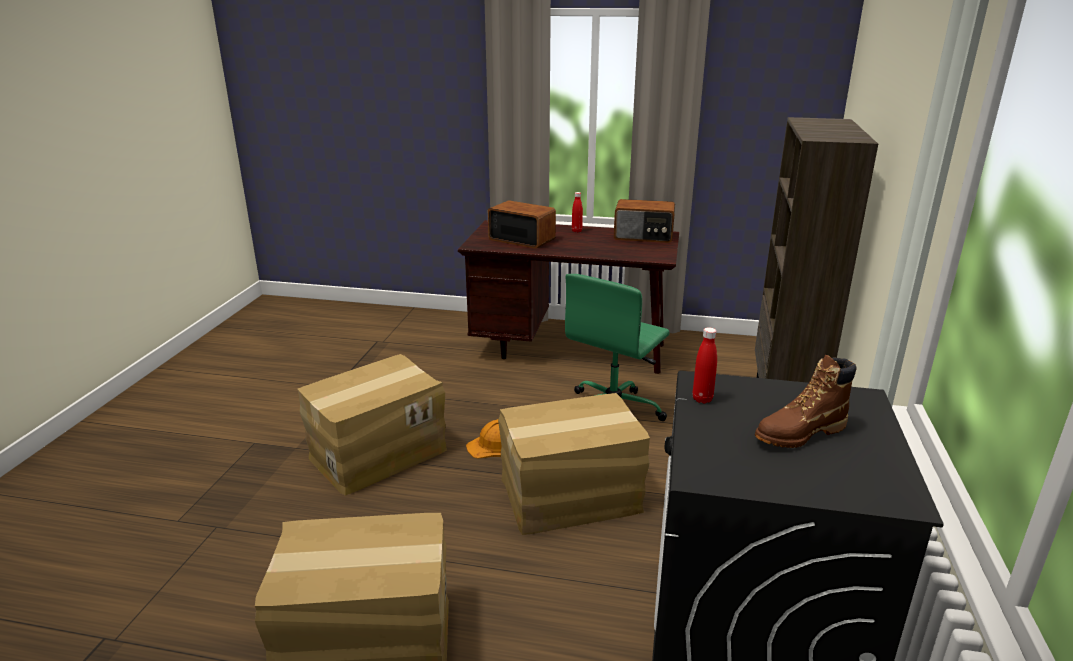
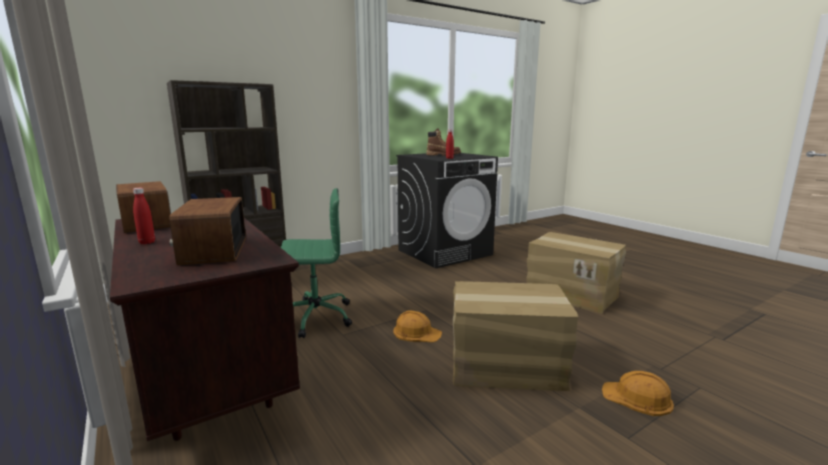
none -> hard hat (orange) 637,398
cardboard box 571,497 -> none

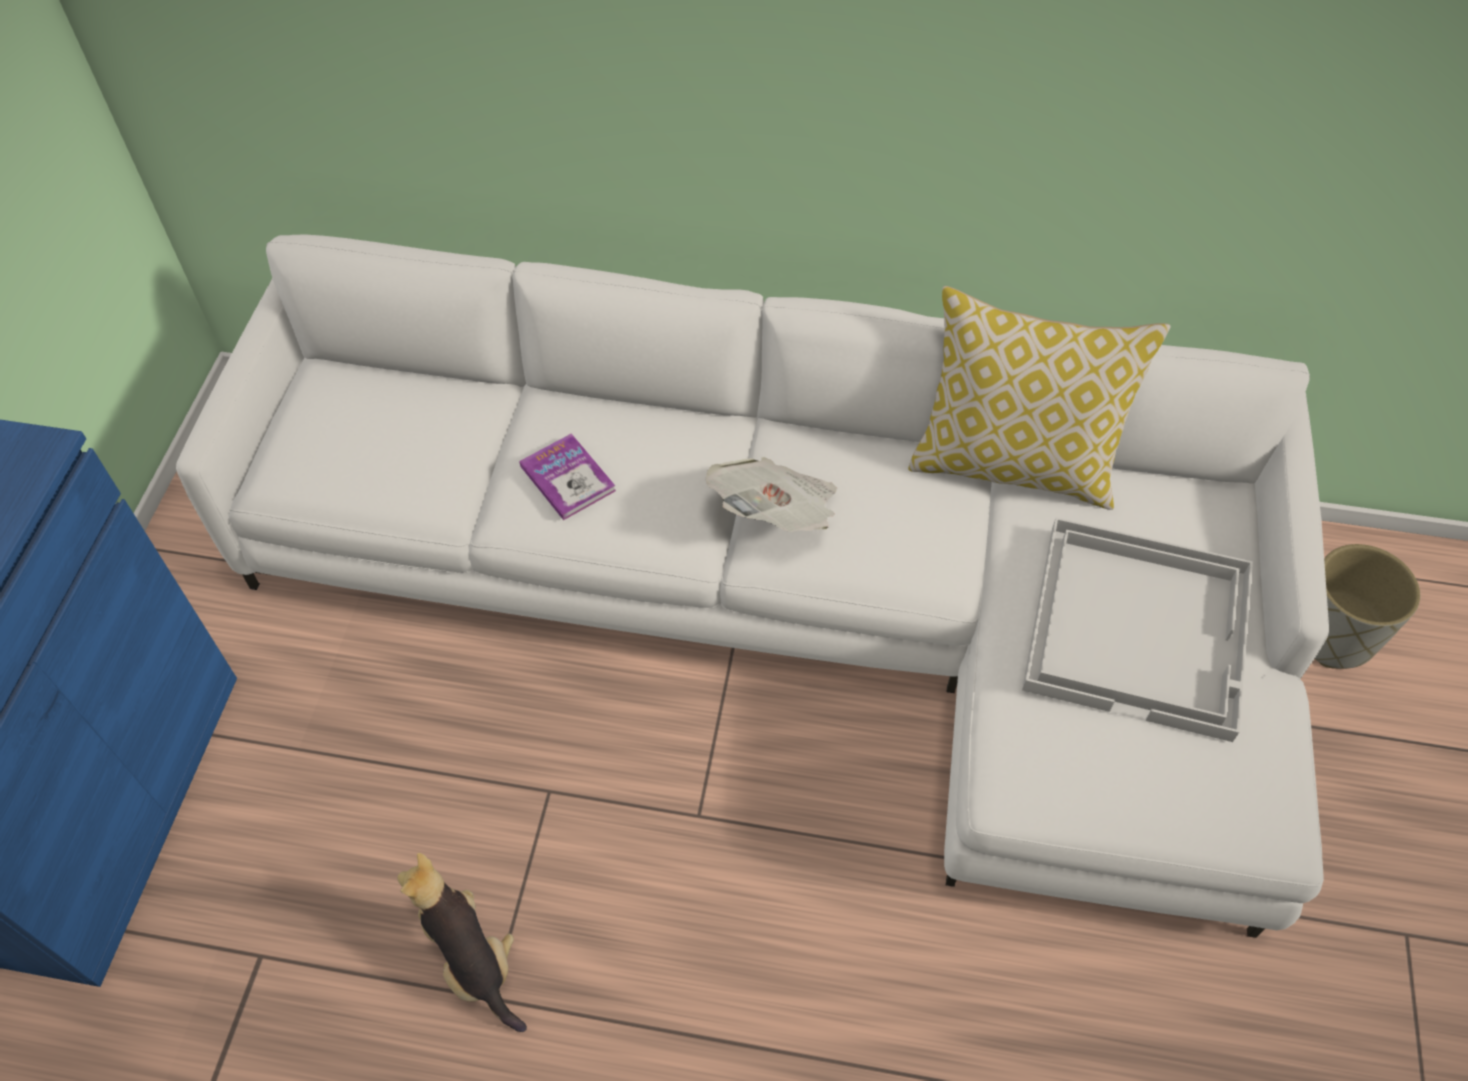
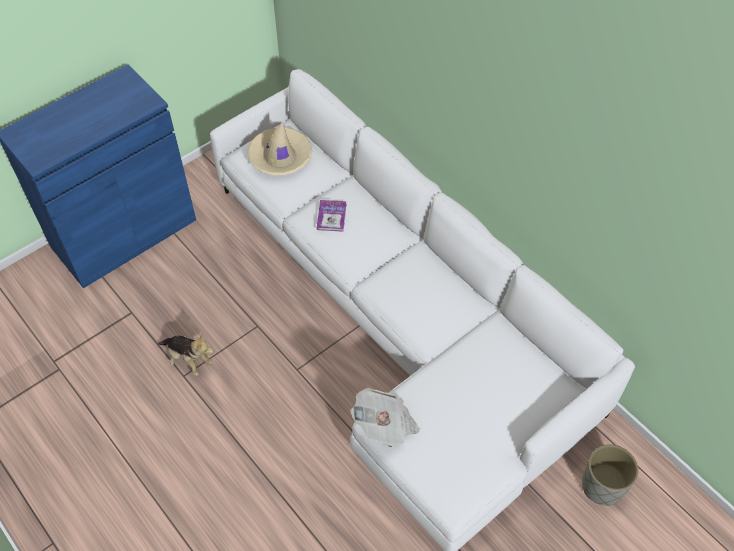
plush toy 472,958 -> plush toy 188,359, 120 degrees clockwise
none -> hat (beige) 280,157
newspaper 776,514 -> newspaper 385,425, relocated
pillow 1014,464 -> none
tray (white) 1140,628 -> none

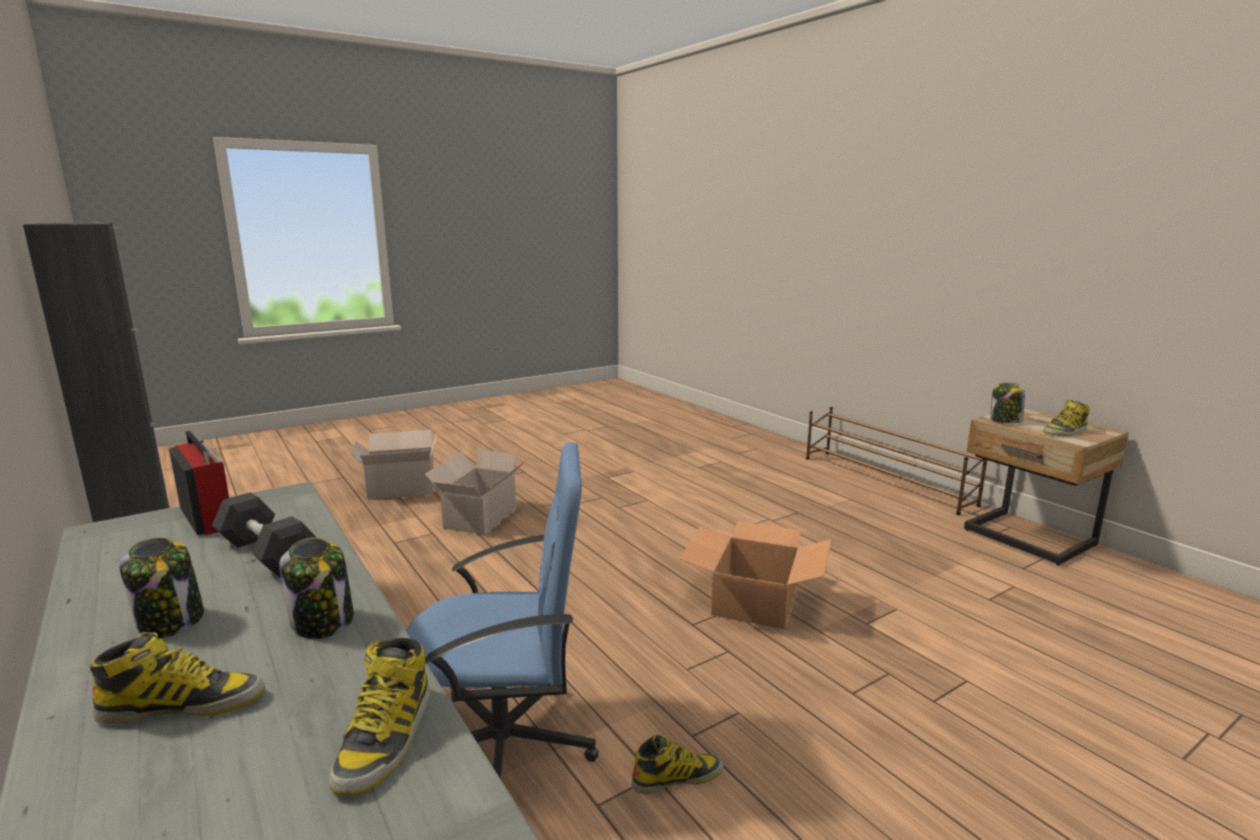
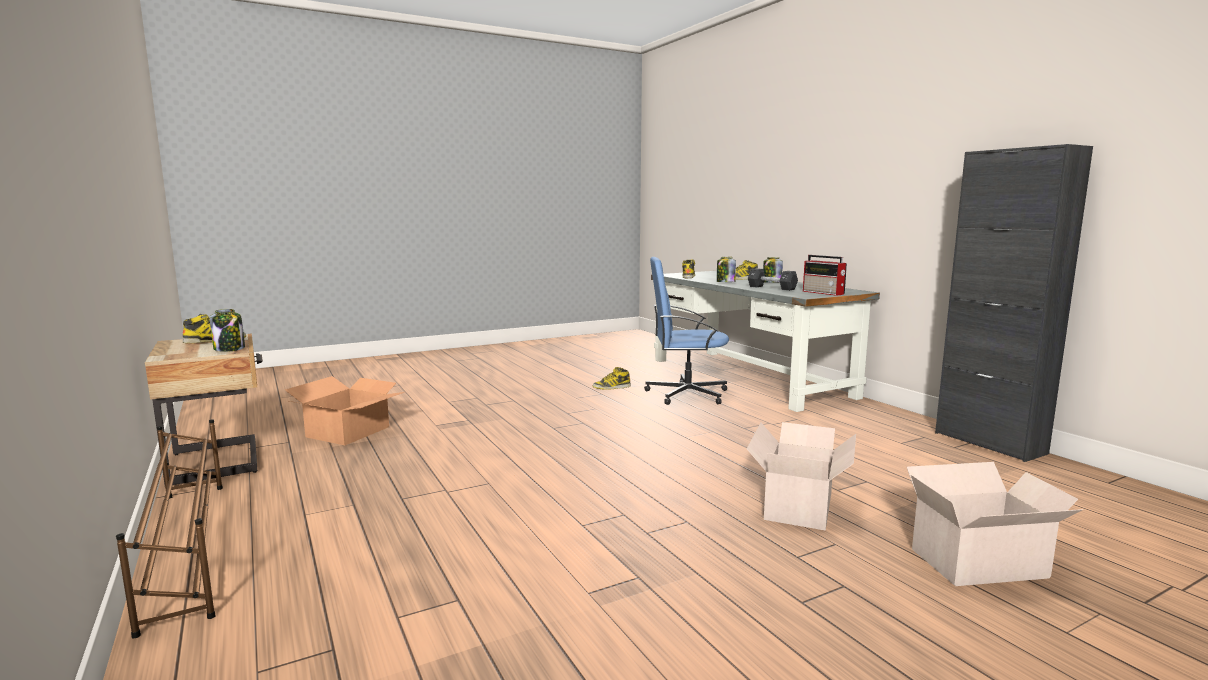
cardboard box 753,601 -> cardboard box 349,432, relocated

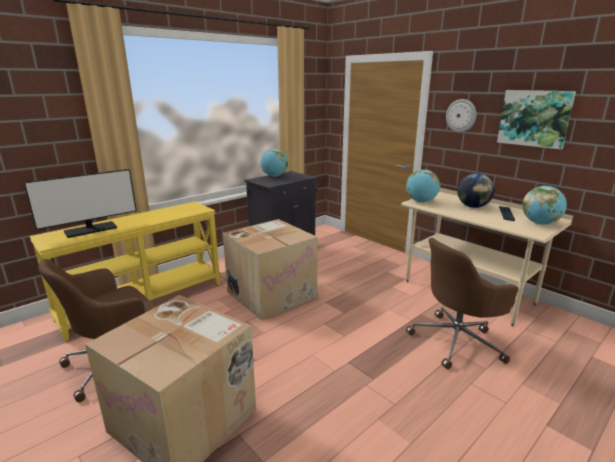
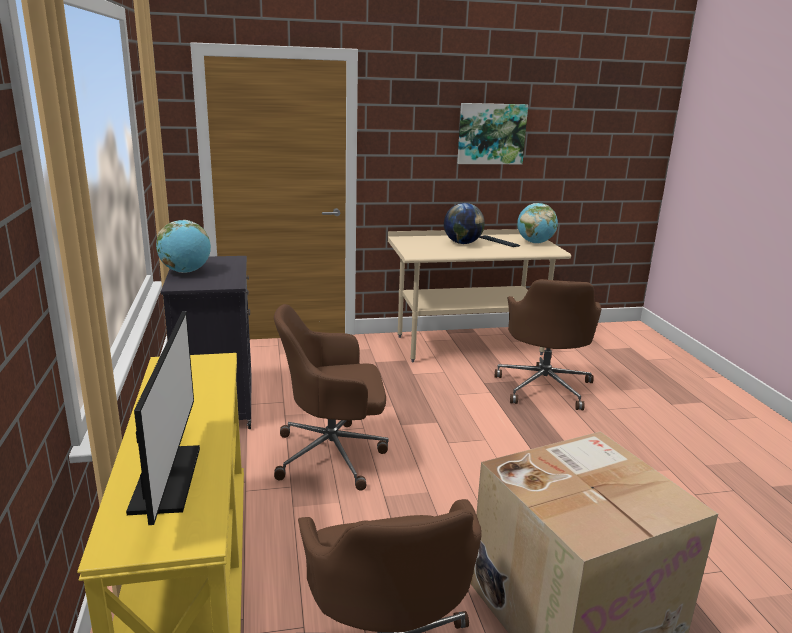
cardboard box 272,294 -> office chair (brown) 333,454
globe 421,202 -> none
wall clock 461,115 -> none

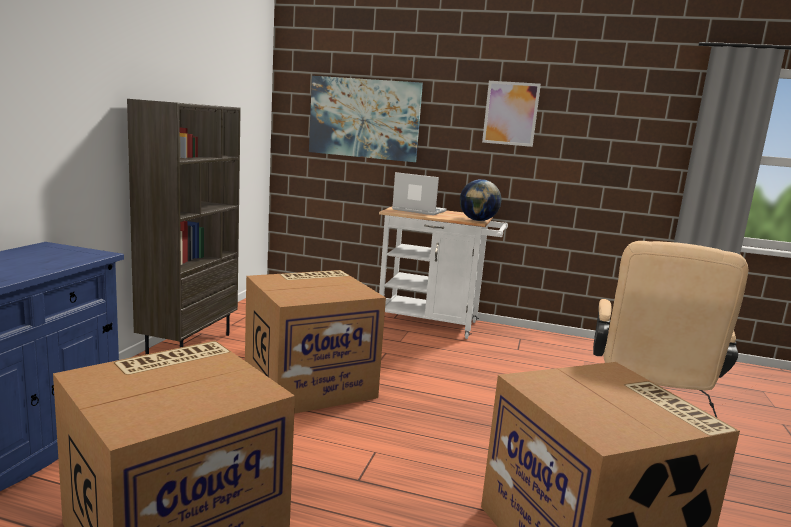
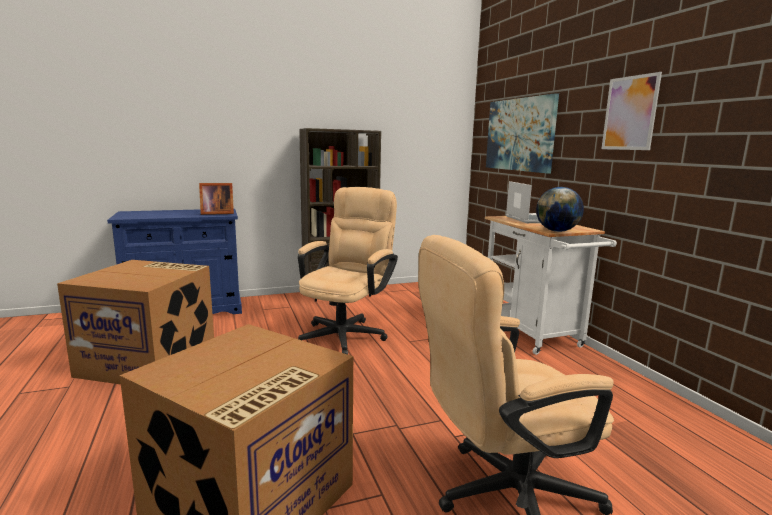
none -> picture frame 216,213
cardboard box 310,383 -> office chair (beige) 346,334

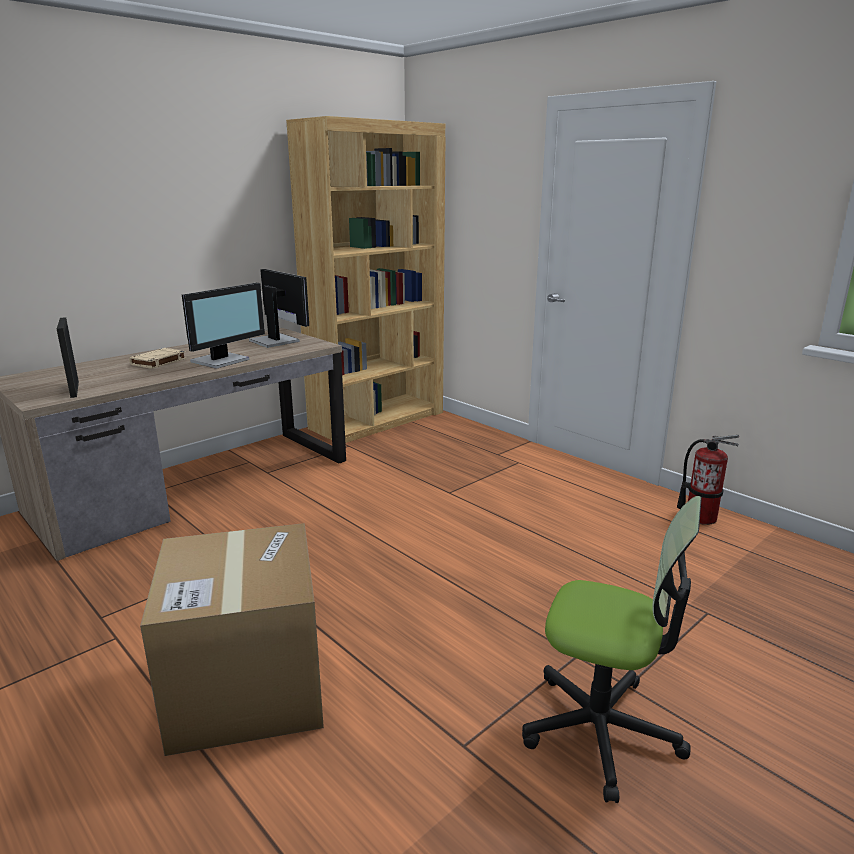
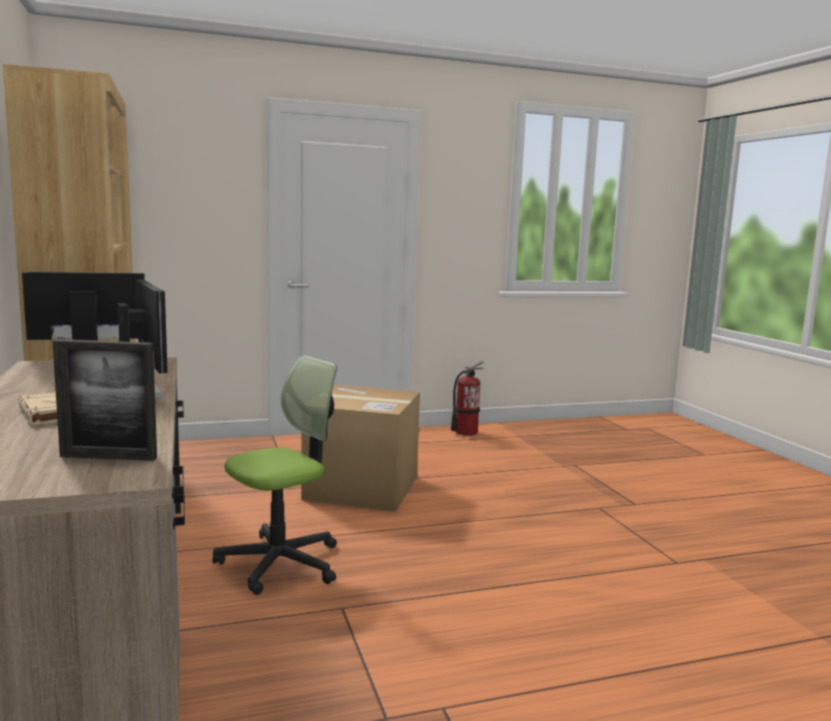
office chair 601,730 -> office chair 280,563, relocated
cardboard box 247,687 -> cardboard box 361,488, relocated

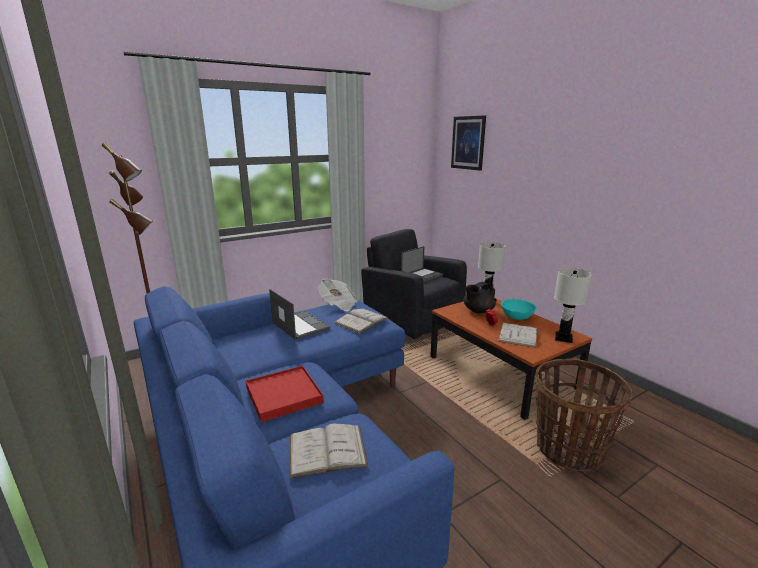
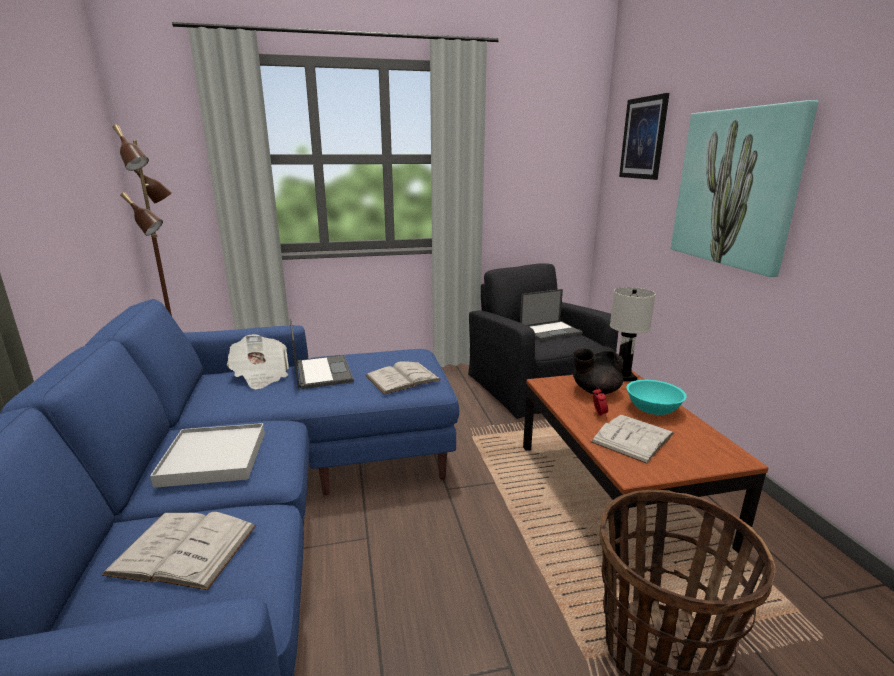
tray (red) 283,395 -> tray (white) 213,458
newspaper 338,304 -> newspaper 260,376, relocated
none -> picture 736,188
table lamp (white) 563,338 -> none

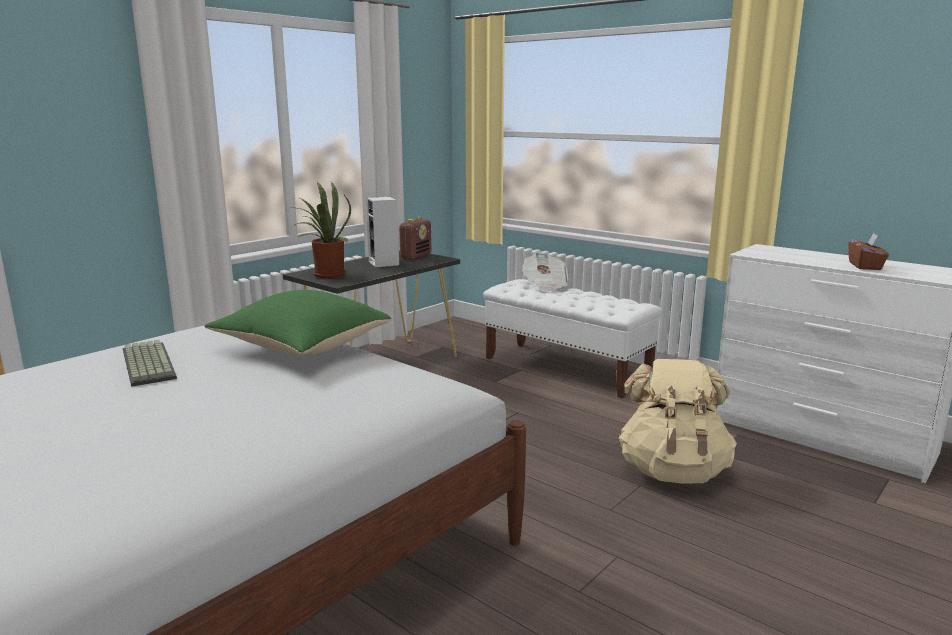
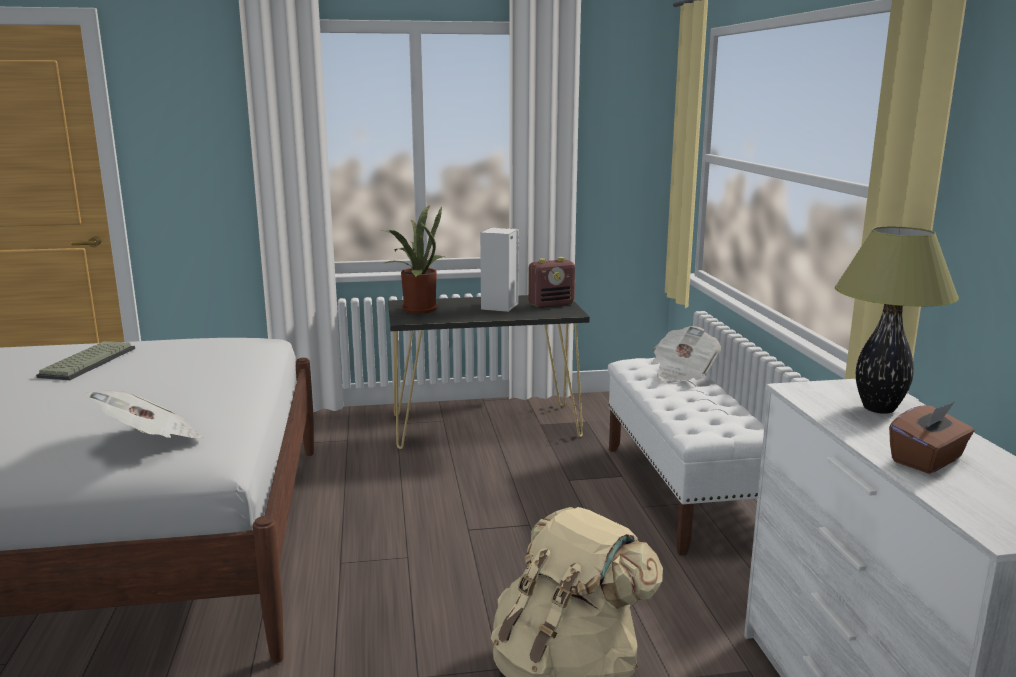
none -> newspaper 151,440
none -> table lamp 878,408
pillow (green) 300,349 -> none

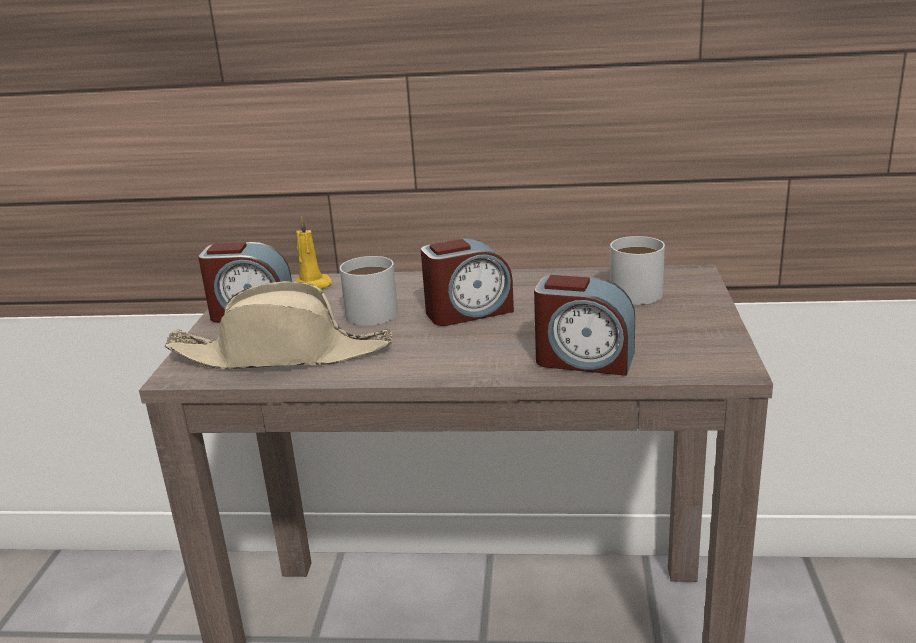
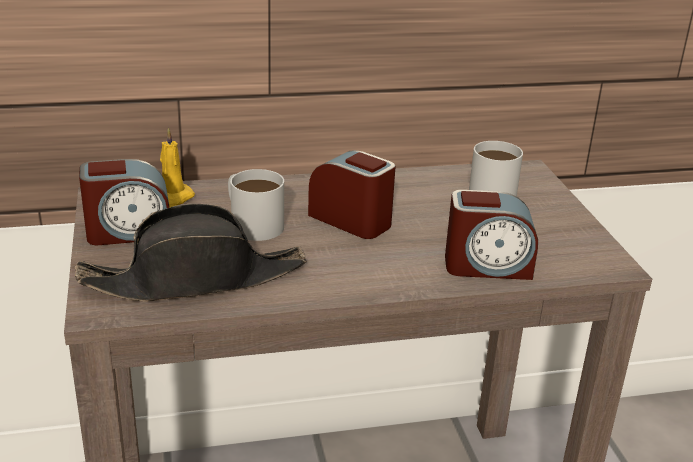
hat (beige) 283,354 -> hat (black) 195,279
alarm clock 468,312 -> alarm clock 351,220, 105 degrees counterclockwise

